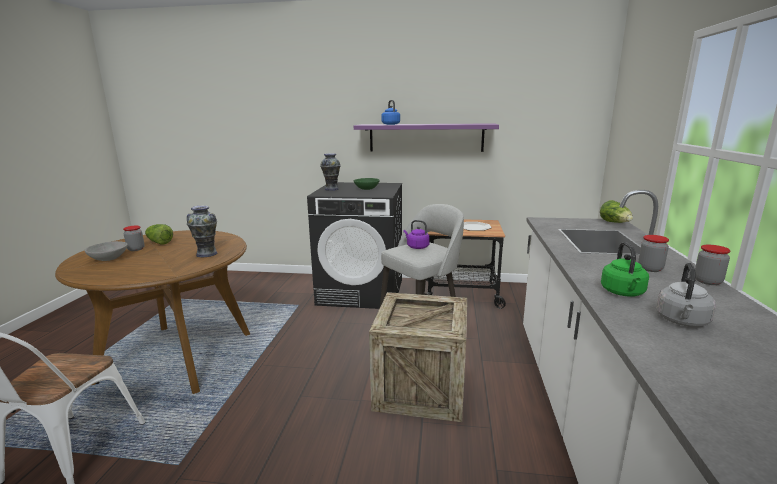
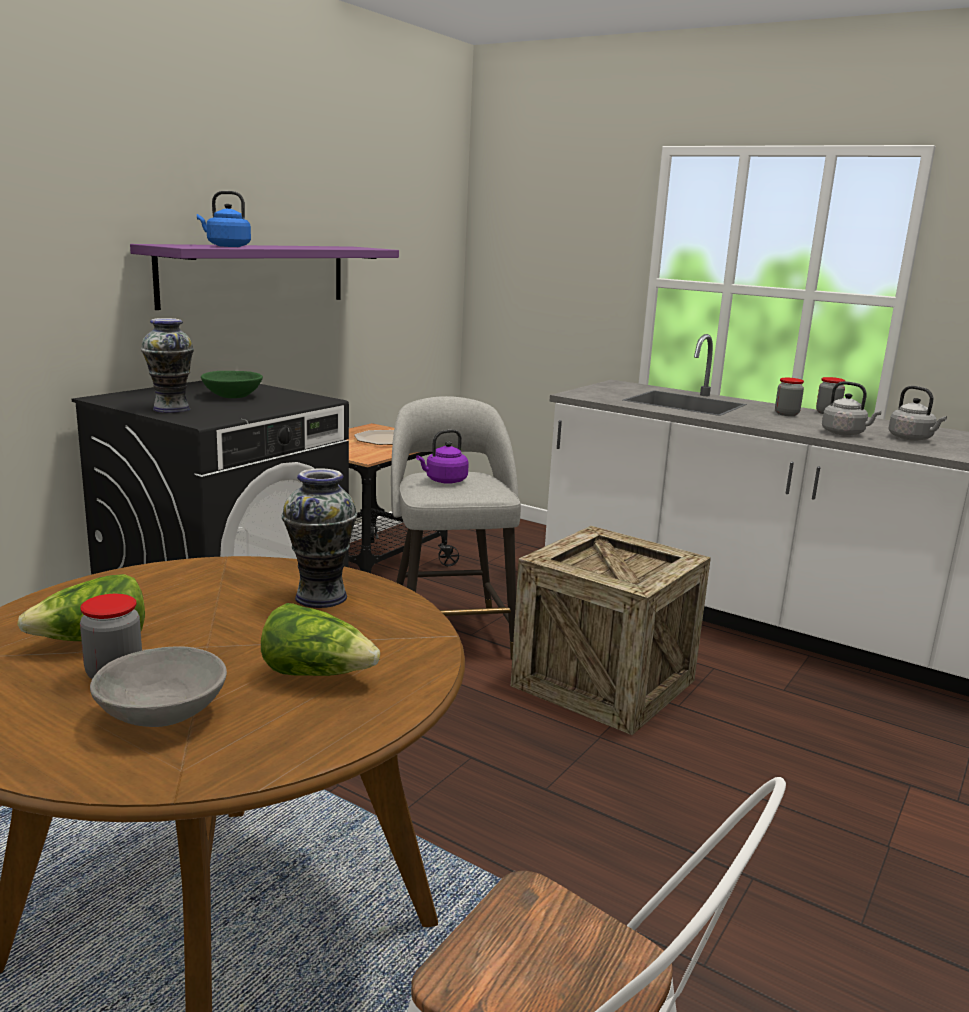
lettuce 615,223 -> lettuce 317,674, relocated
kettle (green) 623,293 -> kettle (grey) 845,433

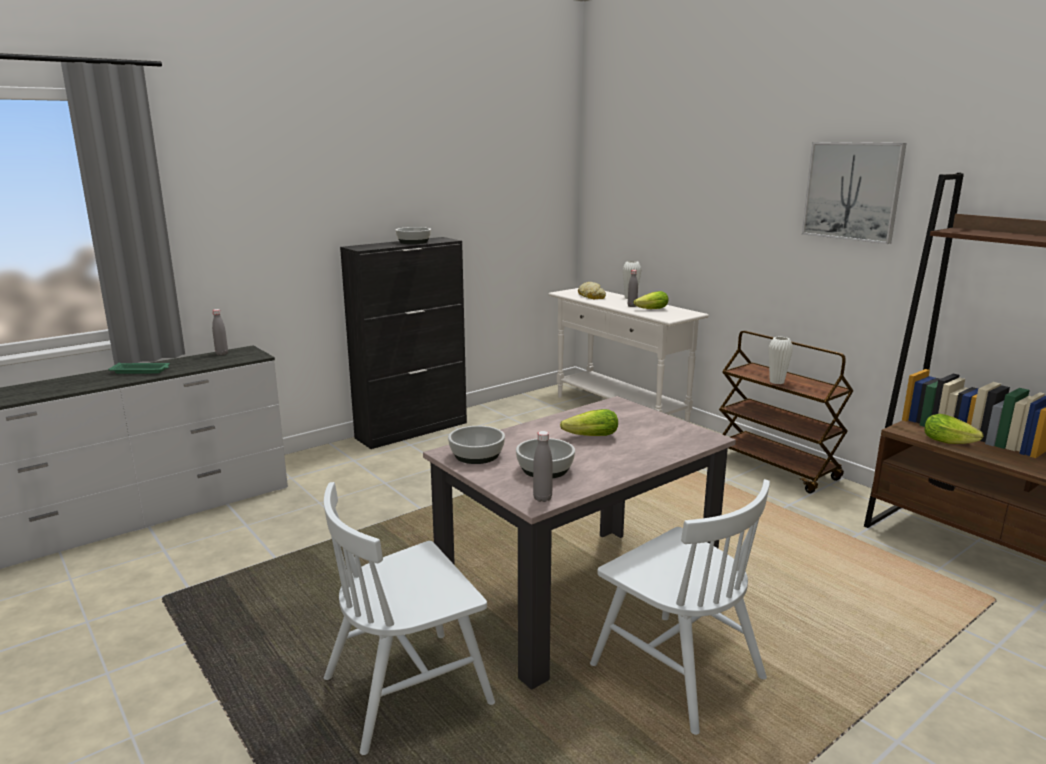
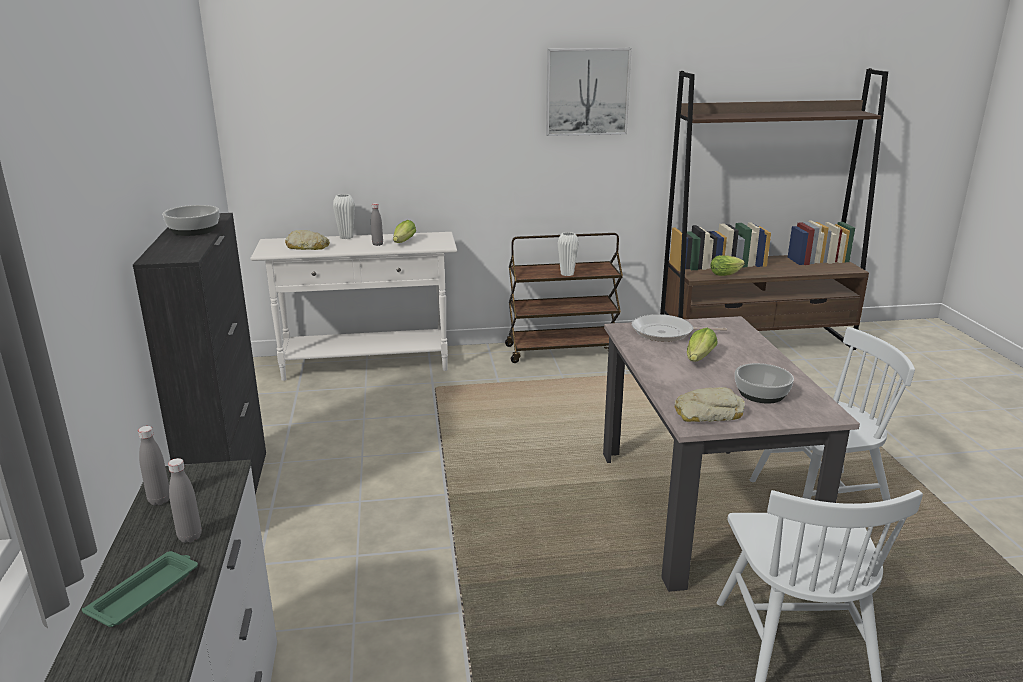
bottle (grey) 542,498 -> bottle (grey) 190,537, relocated
none -> frying pan 666,333
bowl 477,455 -> bread 708,413

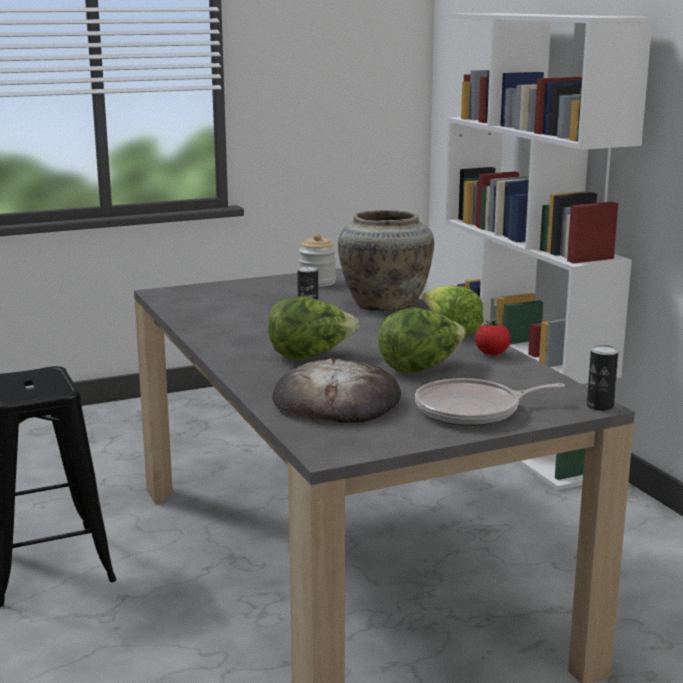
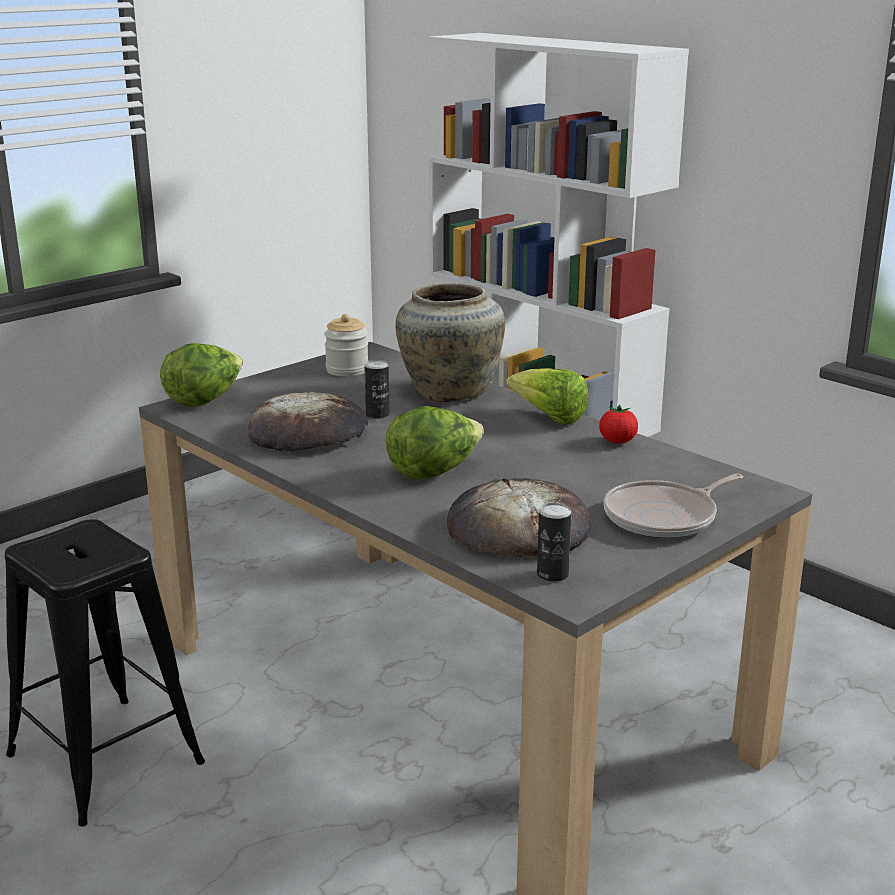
lettuce 420,368 -> lettuce 204,400, relocated
none -> bread 309,432
can 600,406 -> can 552,574, relocated

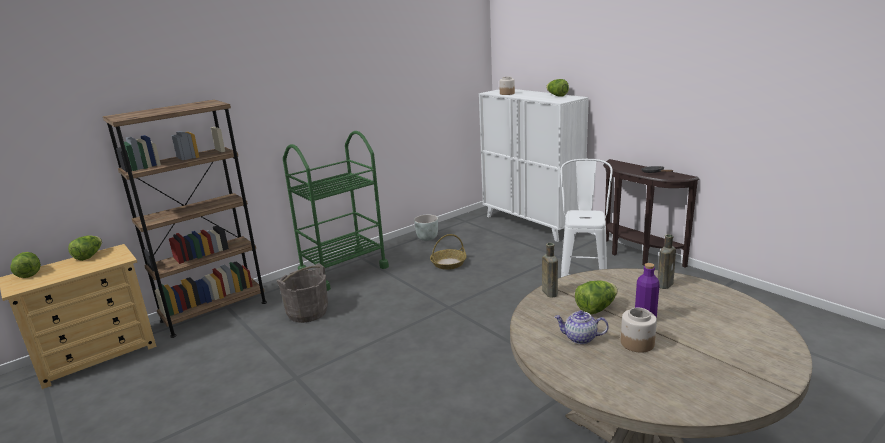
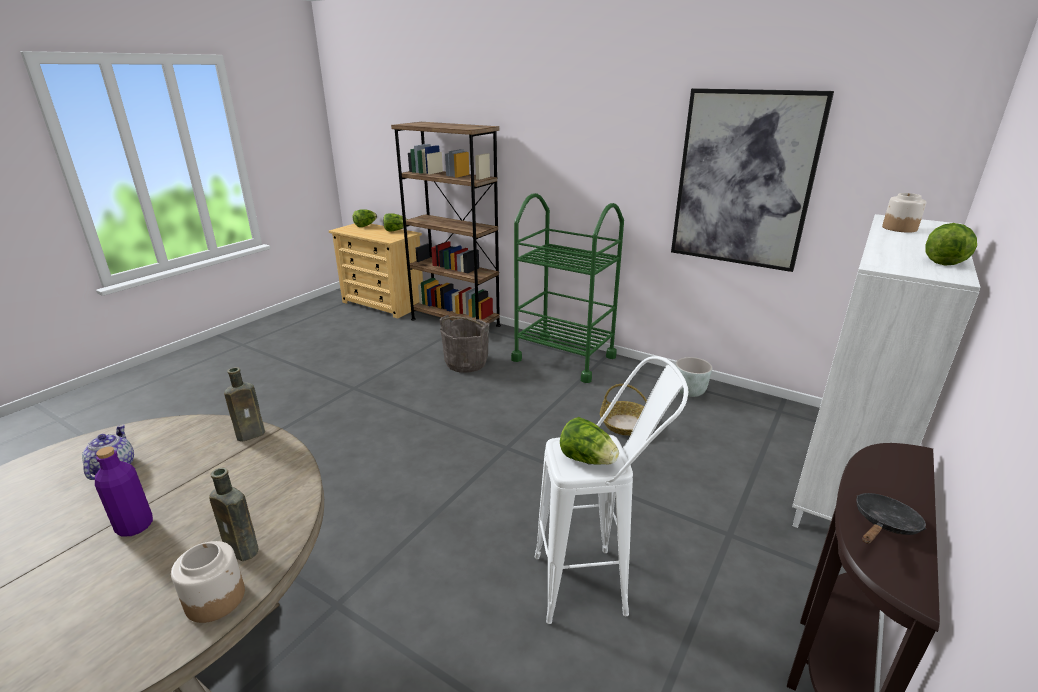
jar 636,343 -> jar 215,598, relocated
lettuce 596,308 -> lettuce 587,459, relocated
none -> picture 743,180

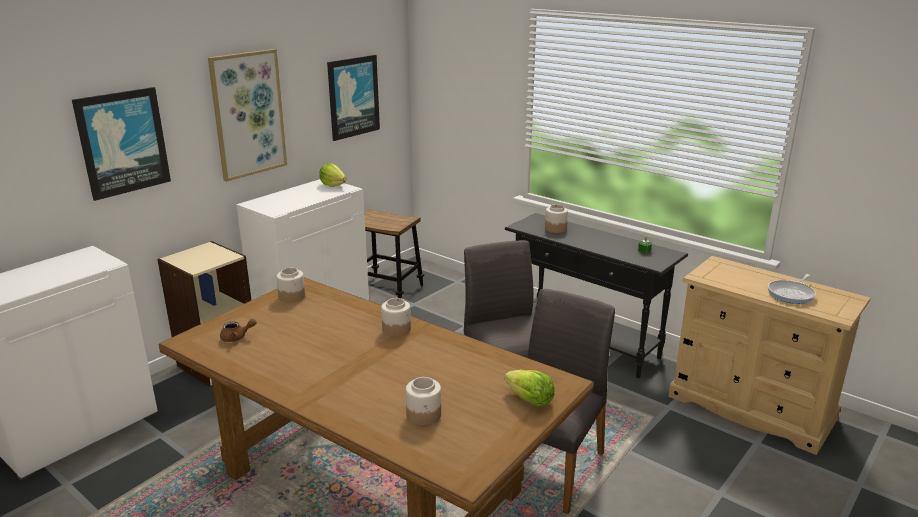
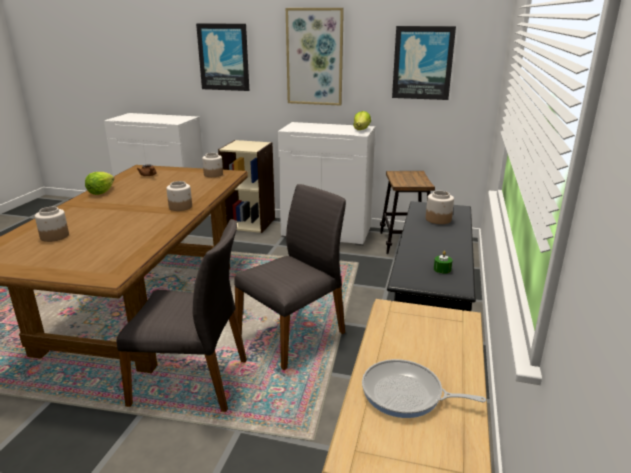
lettuce 529,400 -> lettuce 101,192, relocated

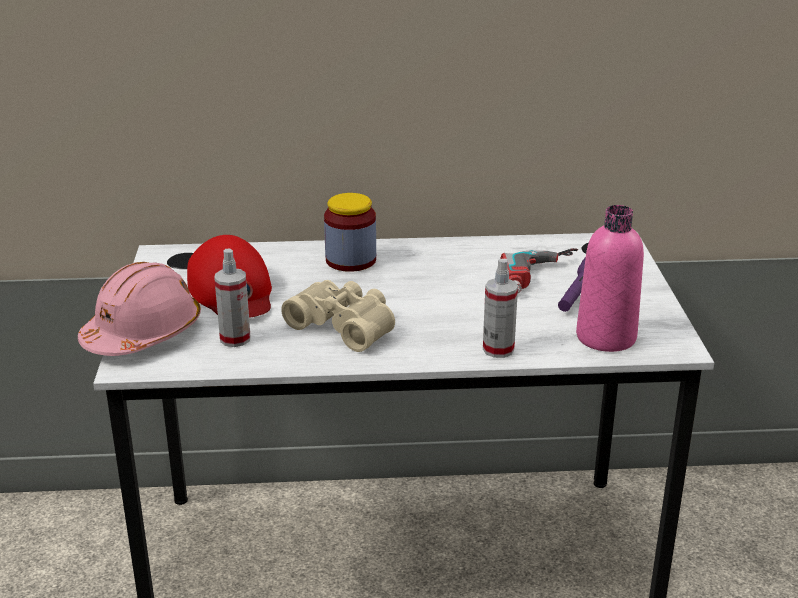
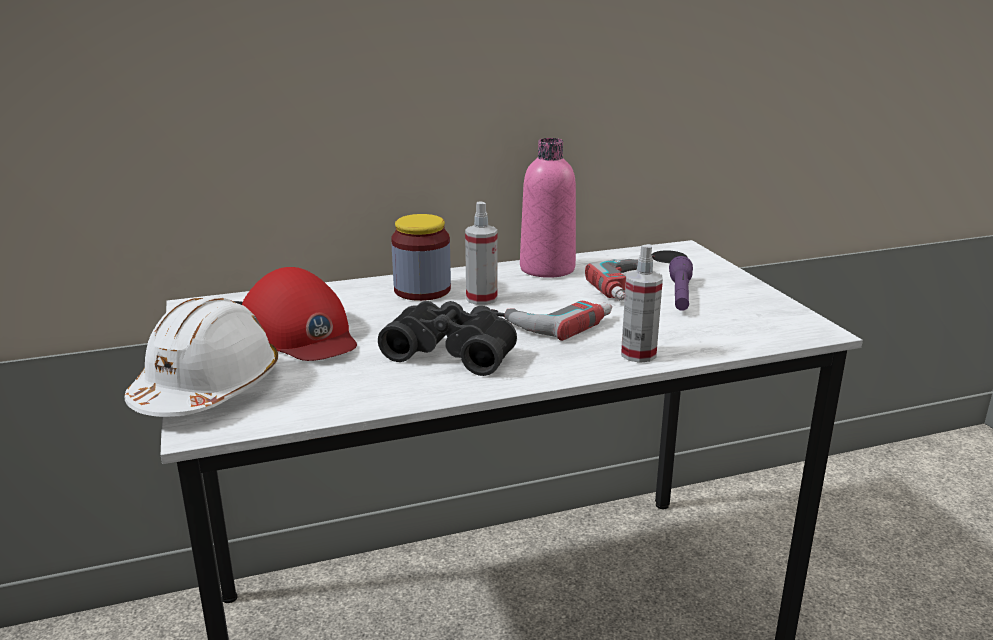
hard hat (pink) 143,334 -> hard hat (white) 208,389
binoculars (beige) 345,325 -> binoculars (black) 453,351
spray bottle 235,339 -> spray bottle 481,299, relocated
none -> power drill 545,319
bottle (pink) 606,337 -> bottle (pink) 547,269, relocated

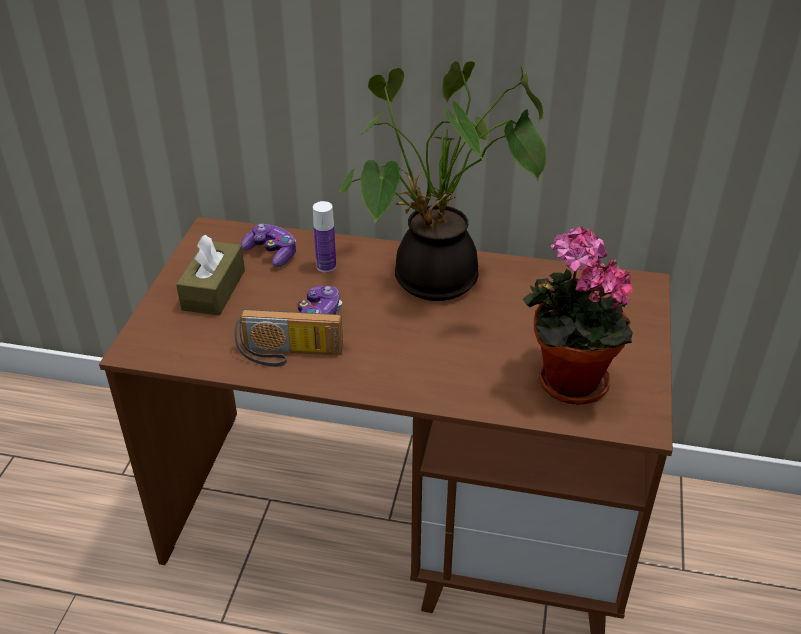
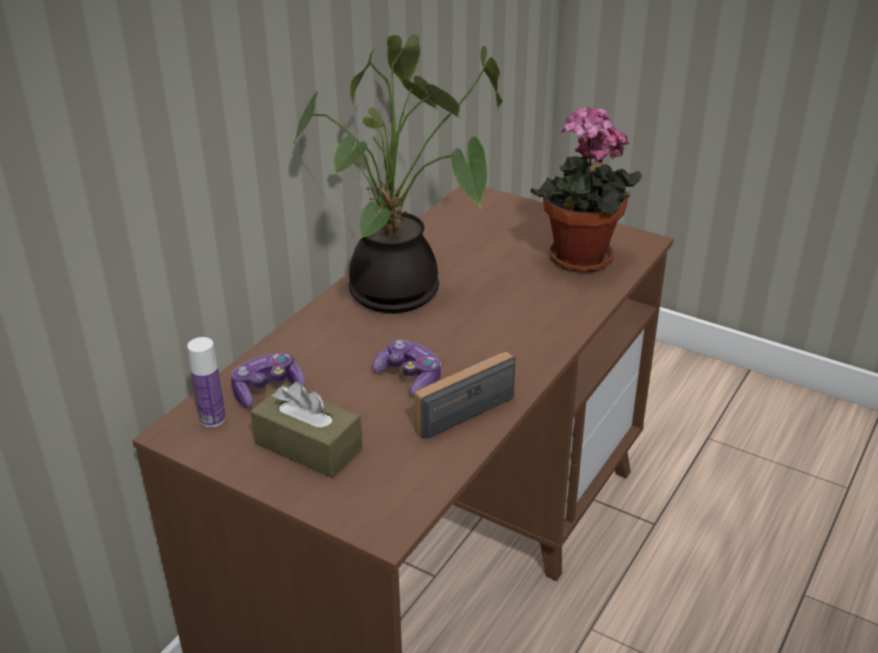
bottle 326,266 -> bottle 212,419, relocated
radio 288,355 -> radio 462,407, 150 degrees counterclockwise

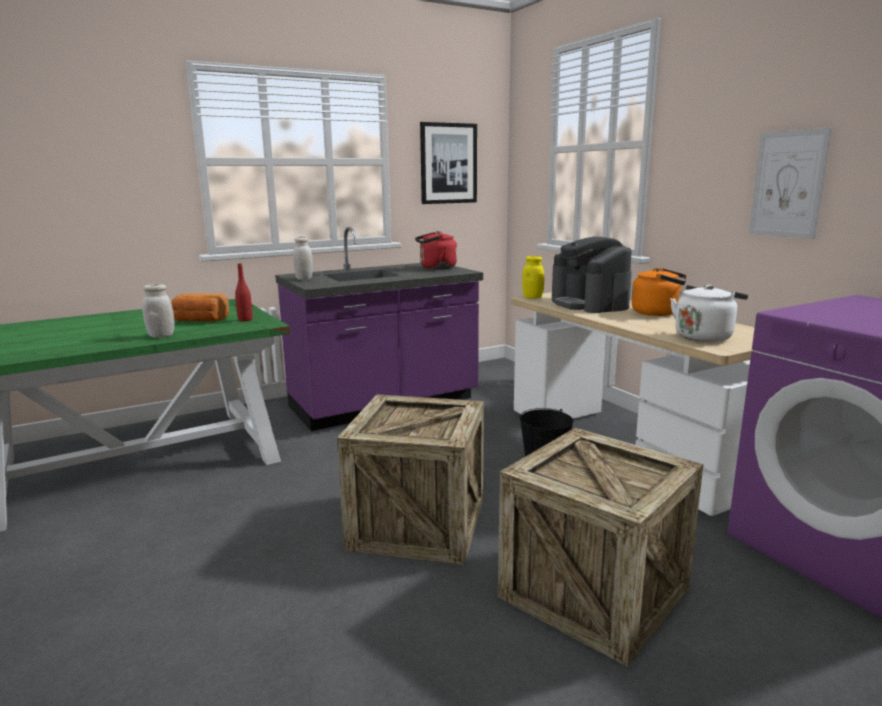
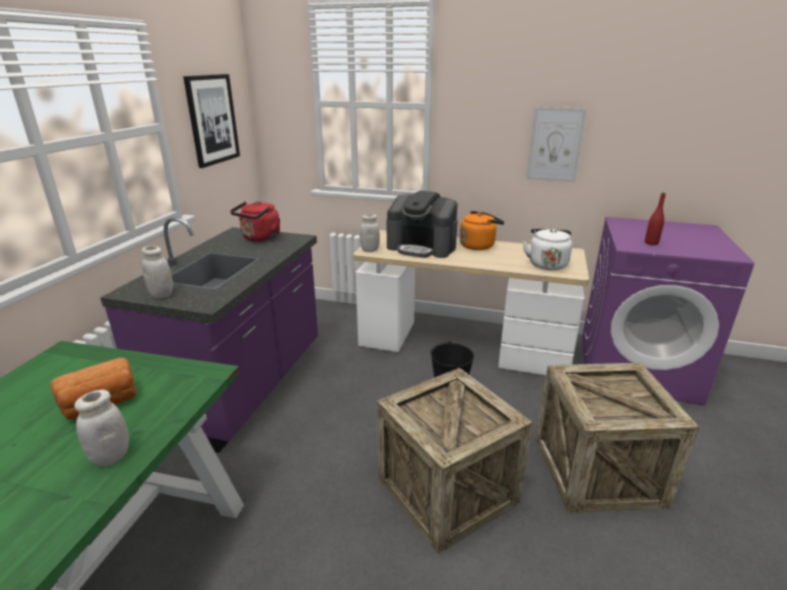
jar (yellow) 532,297 -> jar (white) 370,250
bottle (red) 245,320 -> bottle (red) 651,243, relocated

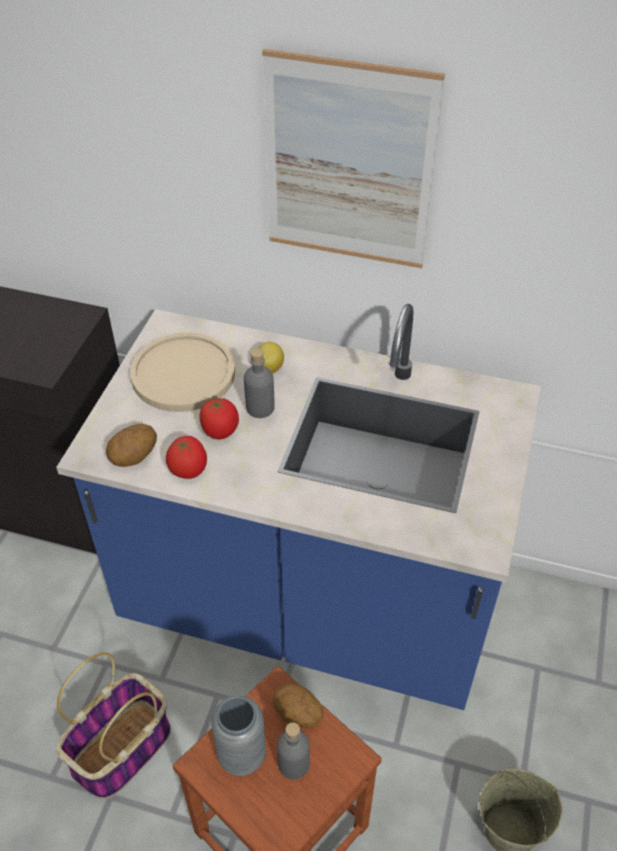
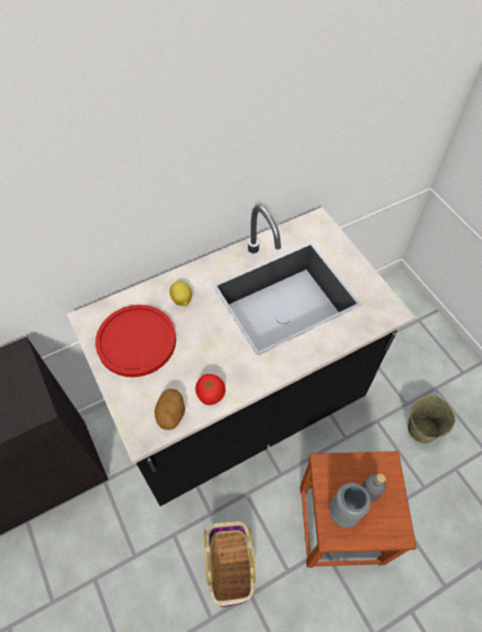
counter (blue) 308,605 -> counter (black) 241,409
plate (beige) 183,374 -> plate (red) 136,341
tomato 220,431 -> none
bottle (grey) 260,408 -> none
picture 348,165 -> none
potato 297,714 -> none

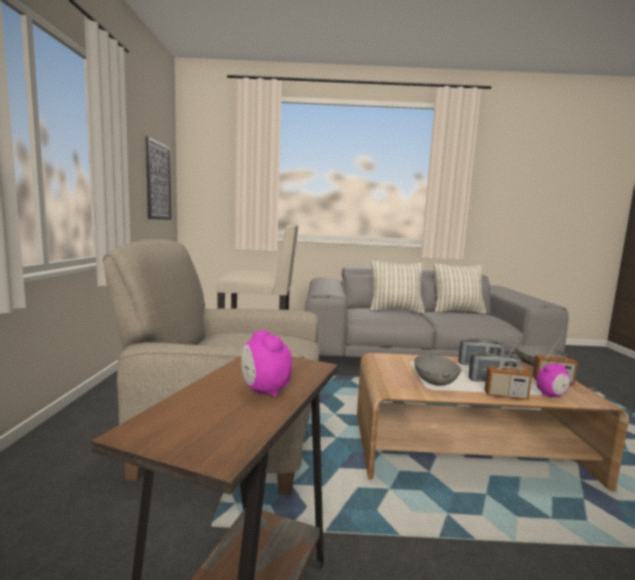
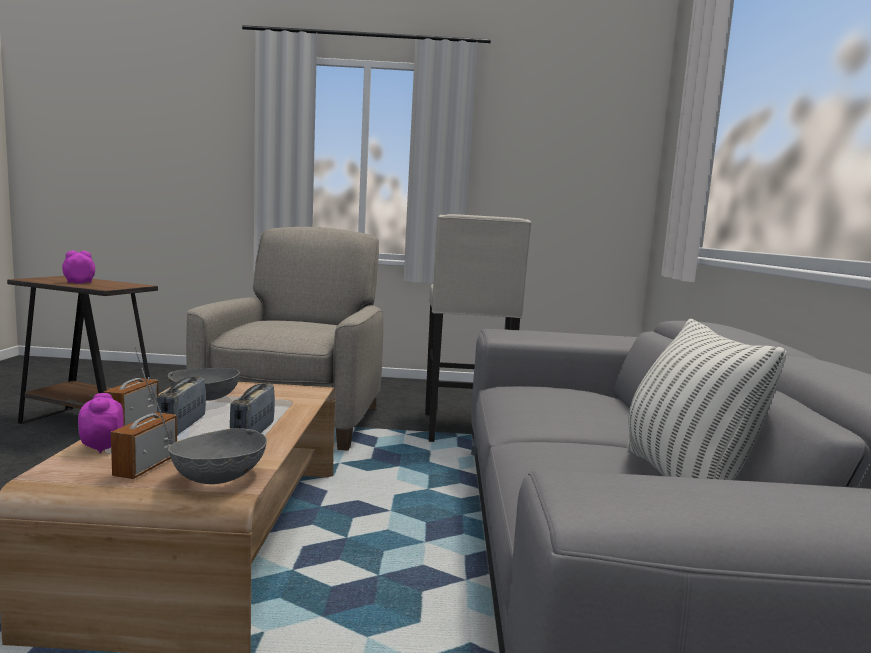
picture 158,181 -> none
pillow 395,310 -> none

